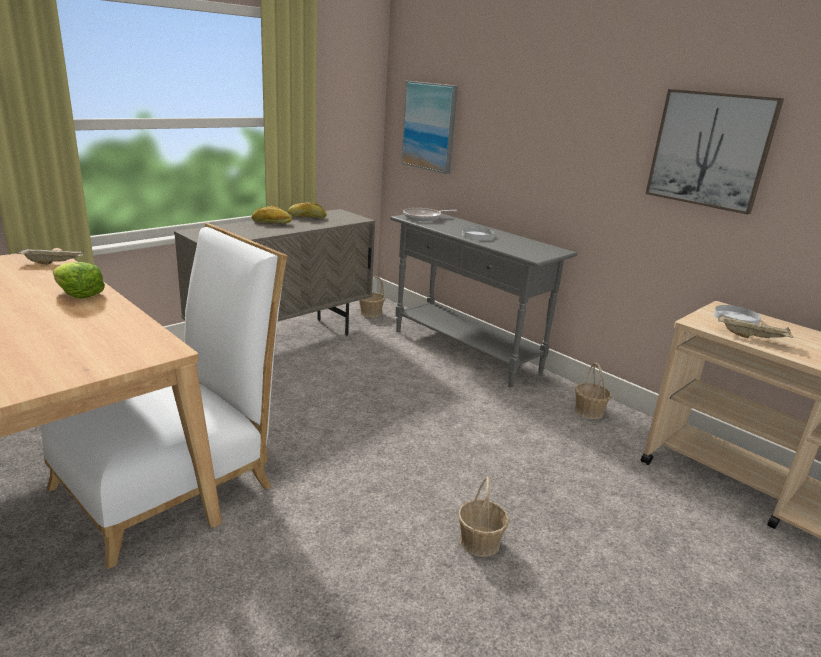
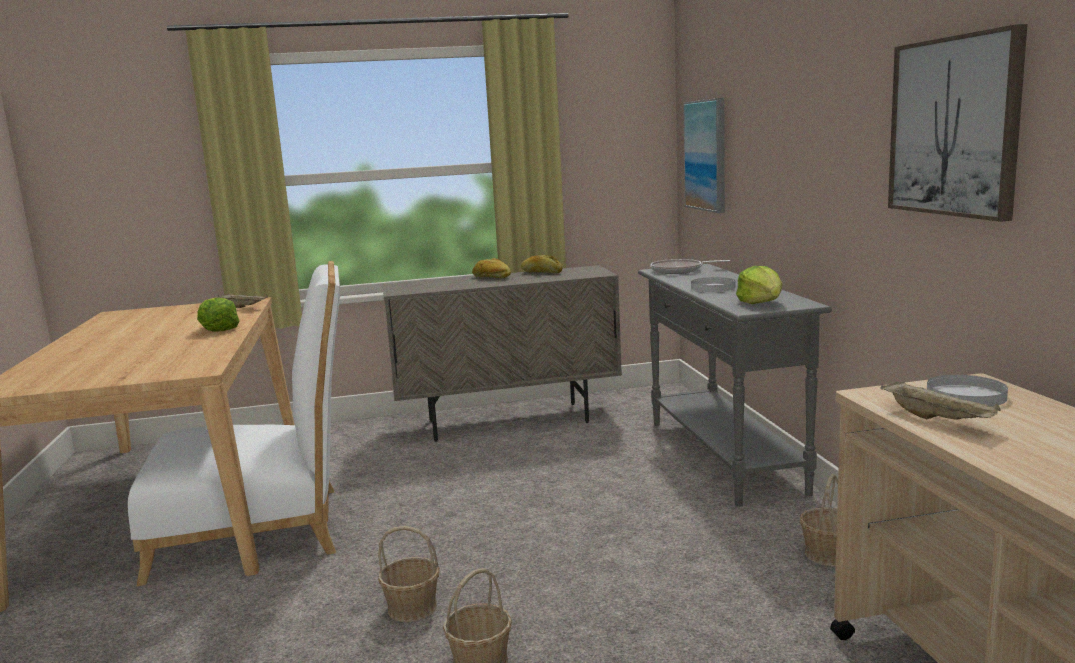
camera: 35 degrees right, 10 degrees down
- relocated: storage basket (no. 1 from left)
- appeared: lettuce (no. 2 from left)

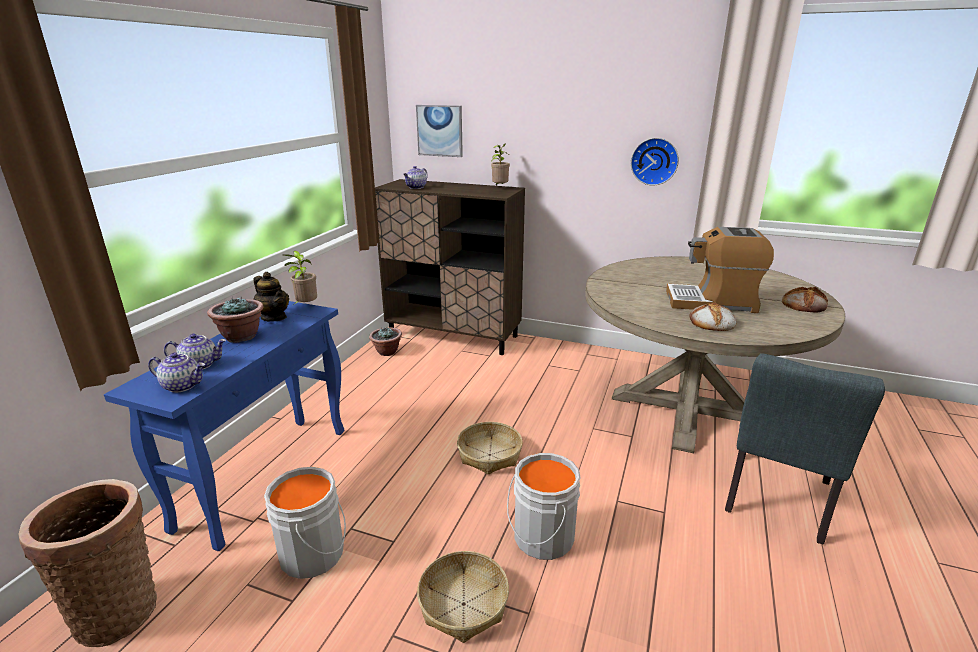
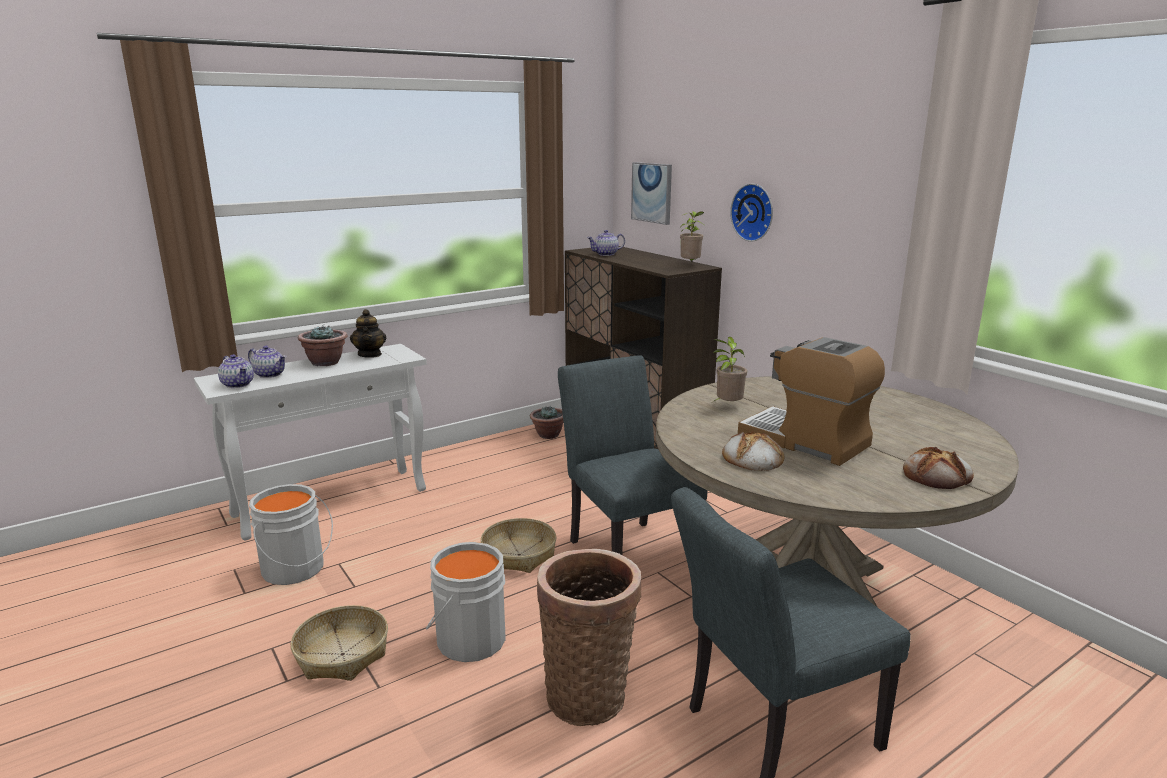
camera: 35 degrees right, 5 degrees down
- colour: narrow table in blue-coloured to narrow table in white
- relocated: storage basket (no. 1 from left in the first image) to storage basket (no. 3 from left)
- appeared: chair in gray (no. 1 from left)
- relocated: potted plant (no. 2 from left in the first image) to potted plant (no. 4 from left)
- relocated: wall clock

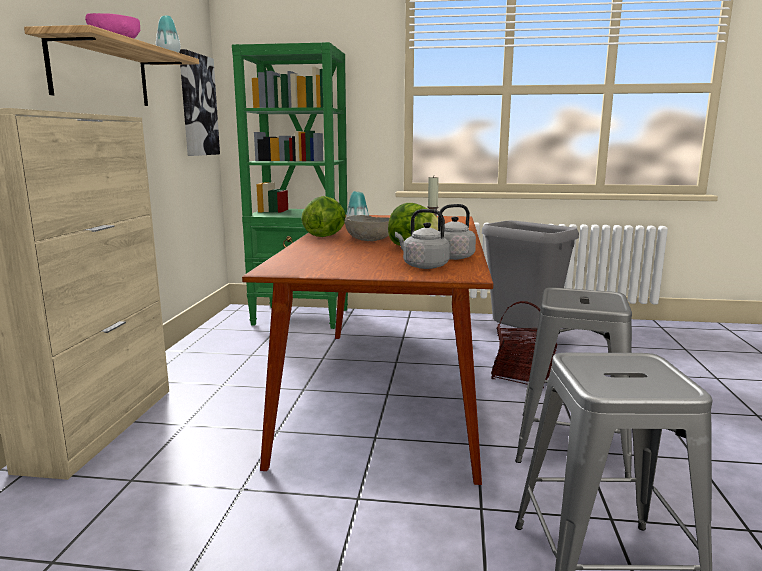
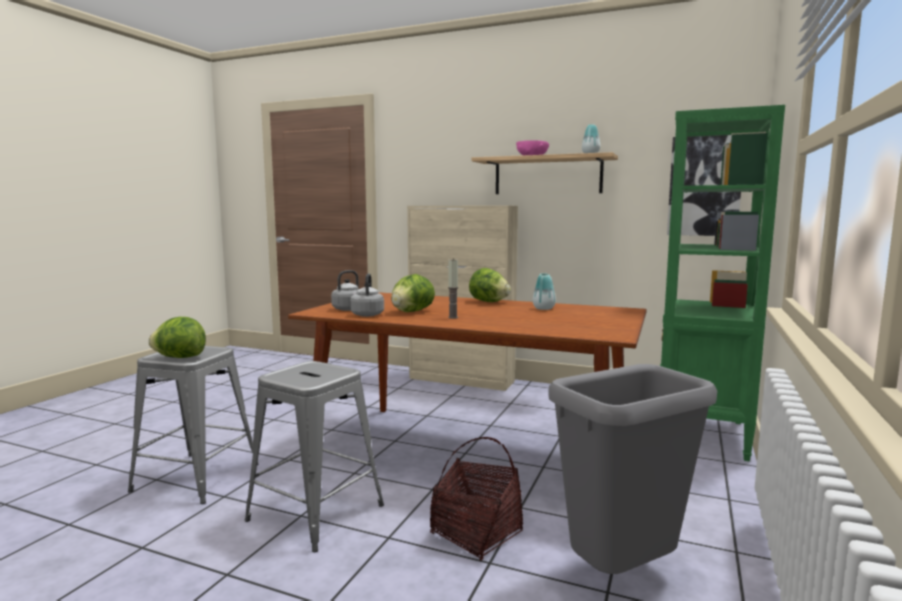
camera: 105 degrees right, 5 degrees down
- appeared: lettuce (no. 1 from left)
- missing: serving bowl in gray

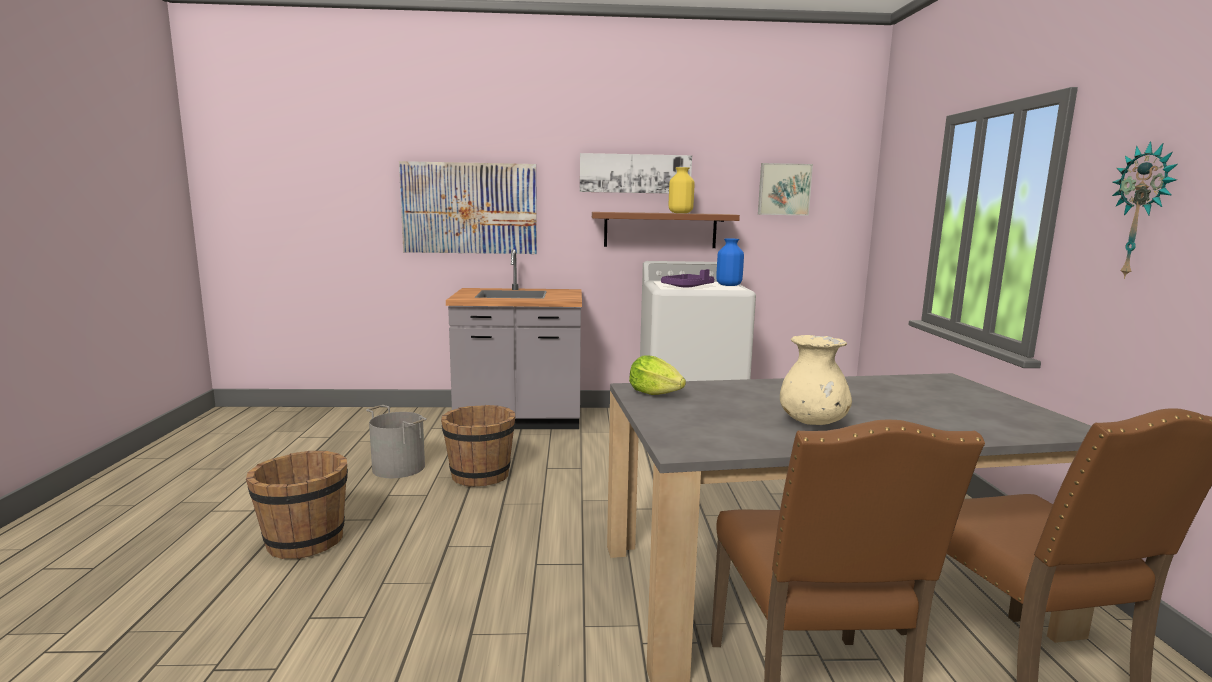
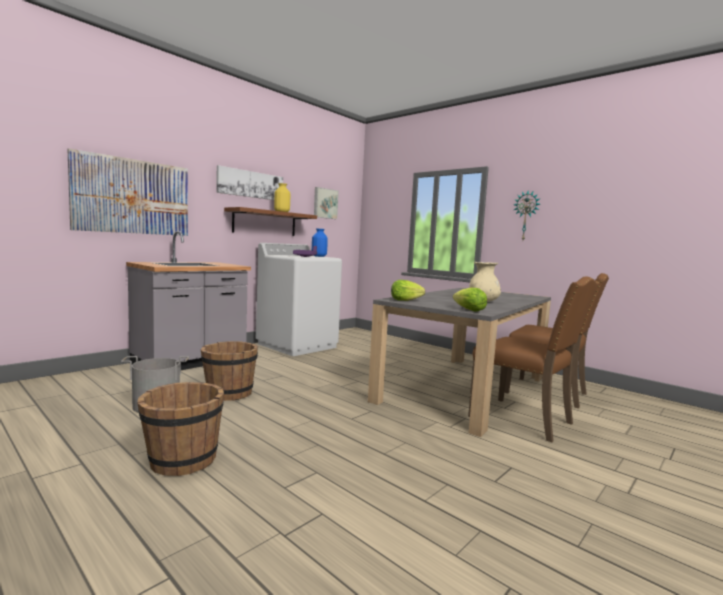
camera: 45 degrees left, 5 degrees down
- appeared: lettuce (no. 2 from left)

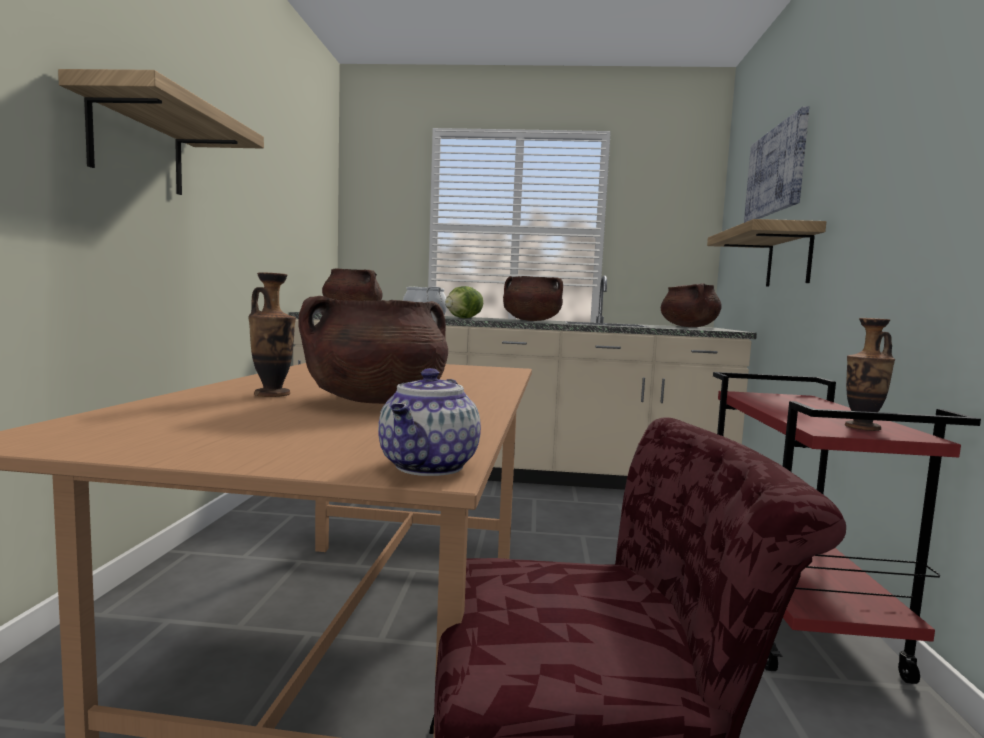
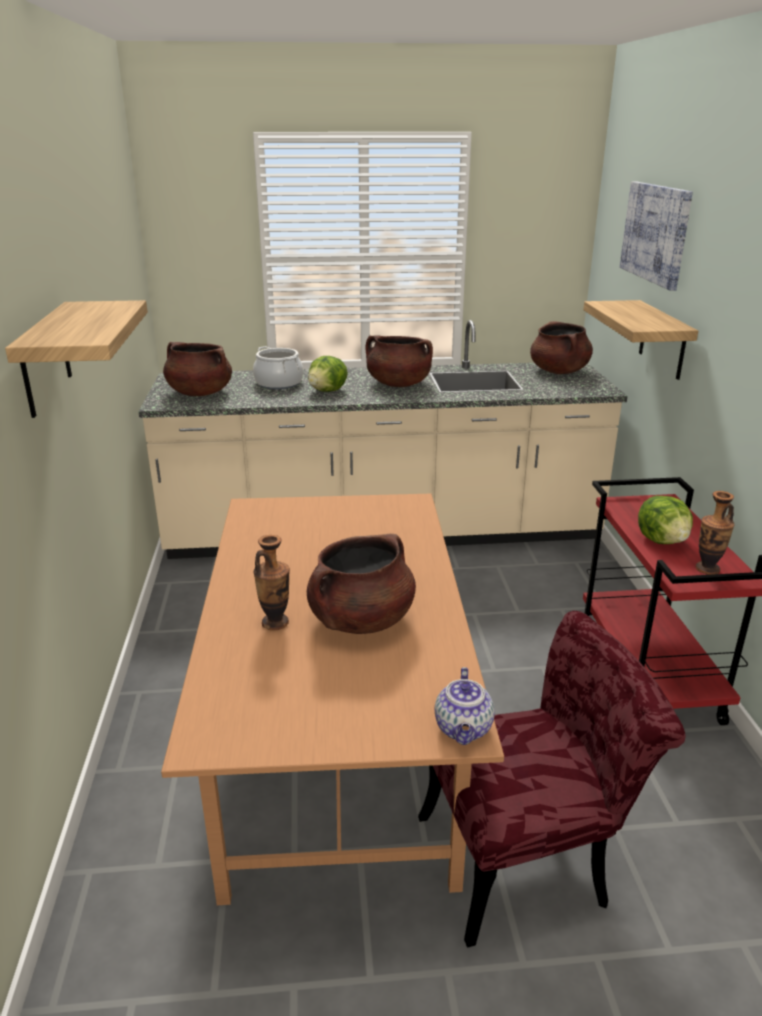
camera: 10 degrees left, 20 degrees up
- appeared: lettuce (no. 2 from left)

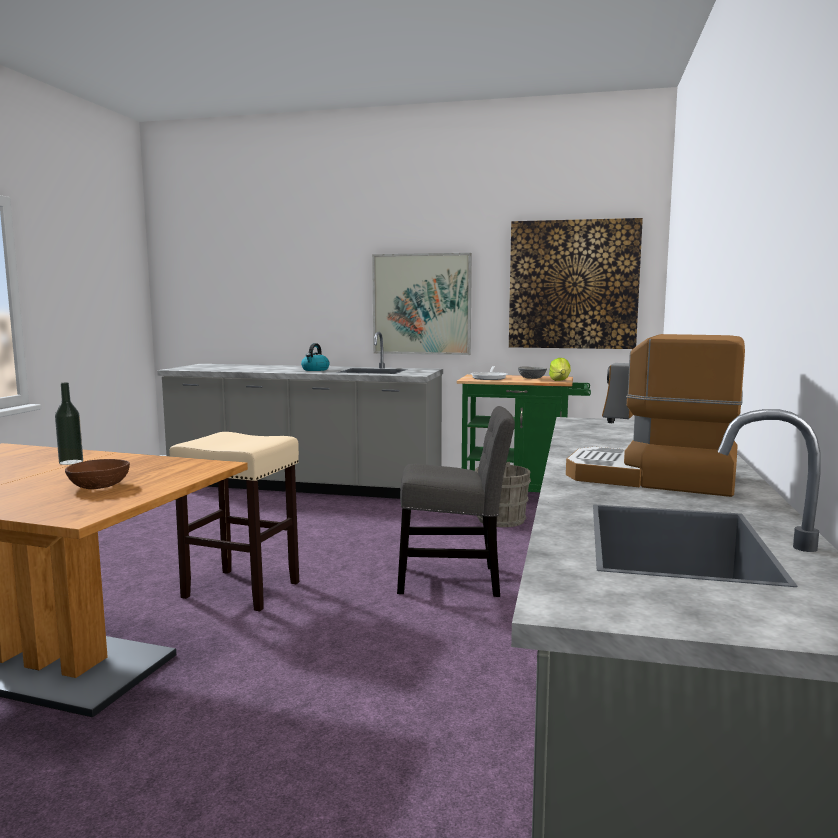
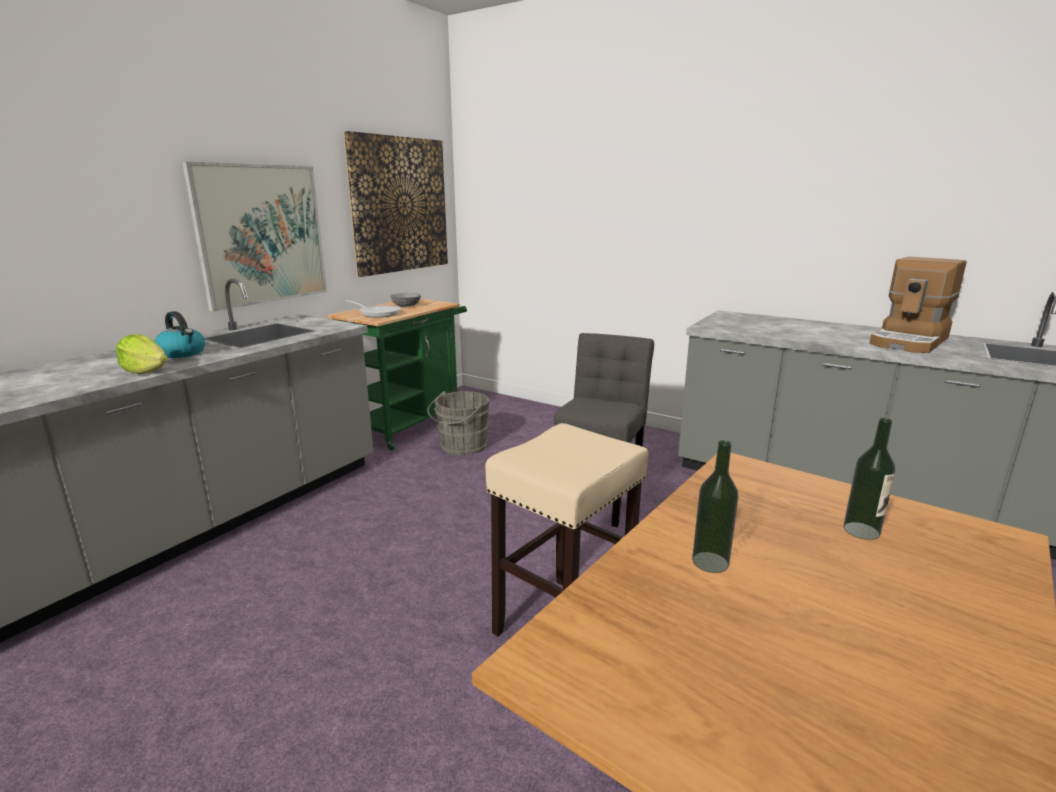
camera: 70 degrees left, 10 degrees up
- relocated: lettuce
- exchanged: serving bowl in brownish to bottle (no. 2 from left)

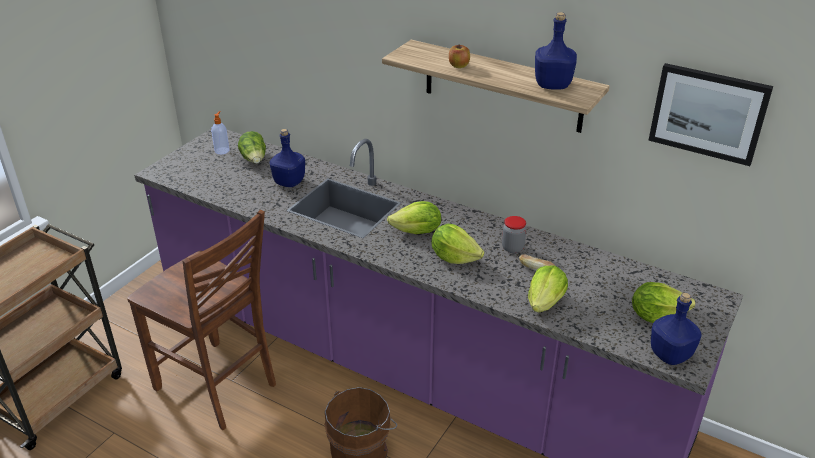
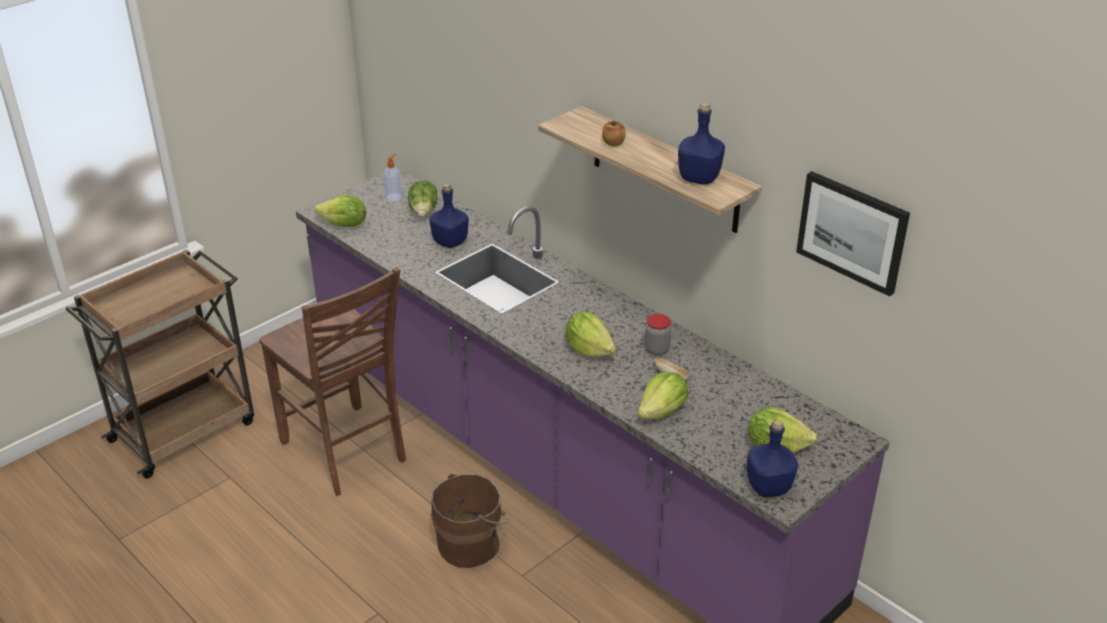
camera: 15 degrees right, 0 degrees up
- relocated: lettuce (no. 2 from left in the first image) to lettuce (no. 1 from left)

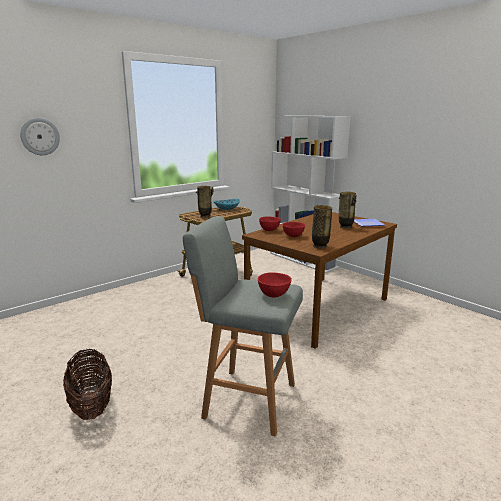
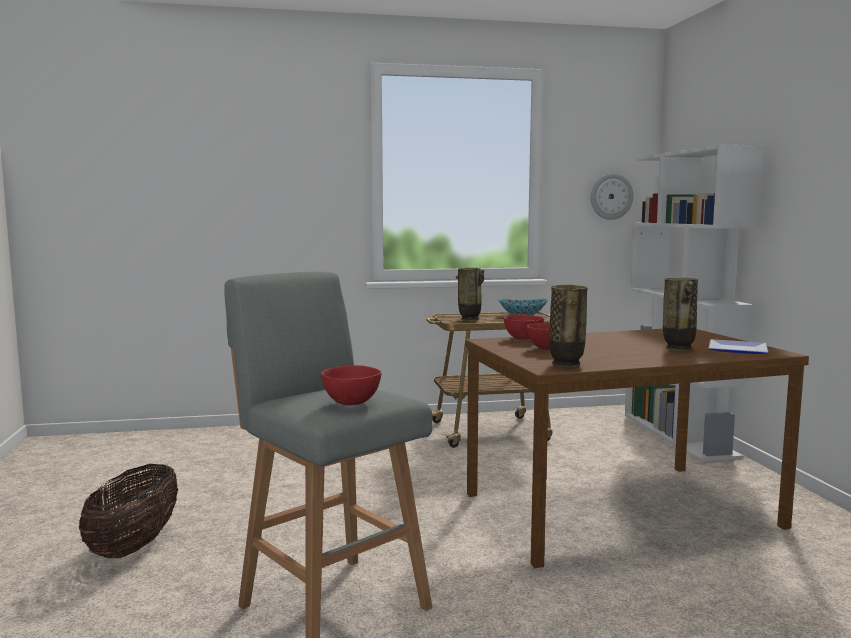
camera: 30 degrees right, 10 degrees down
- relocated: wall clock

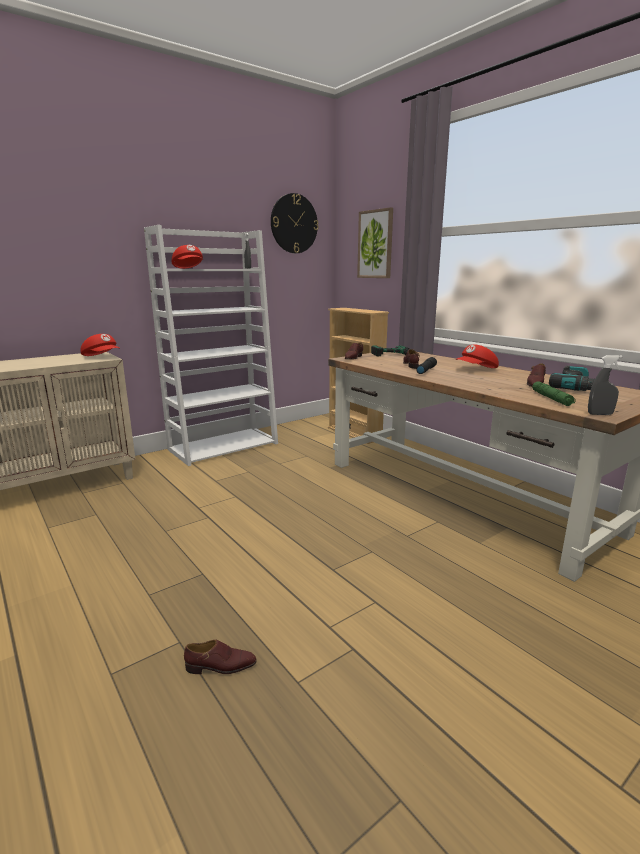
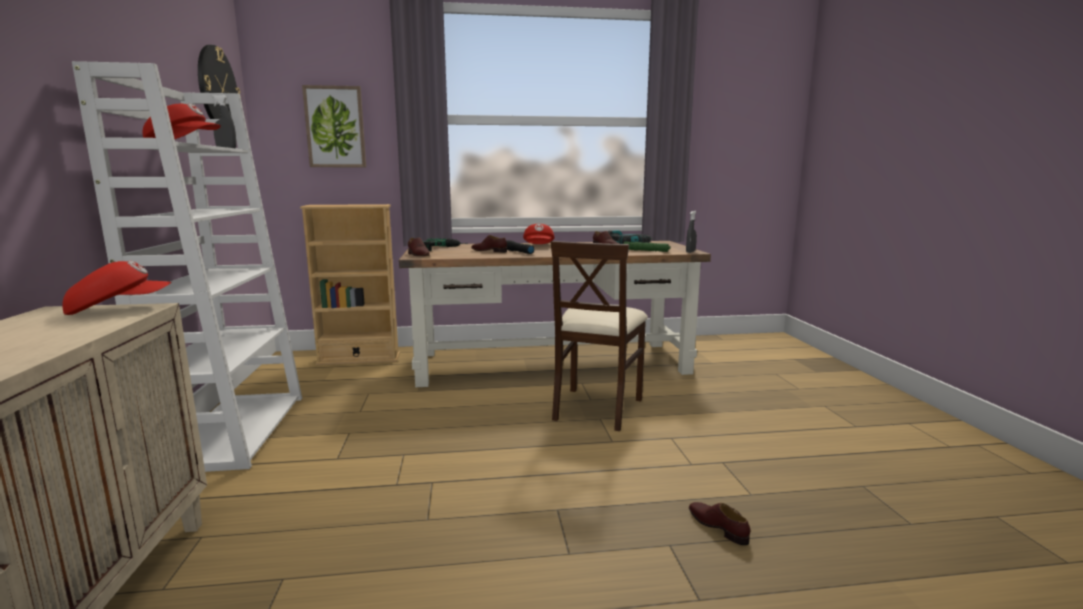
camera: 60 degrees left, 5 degrees down
- appeared: chair in beige
- spun: low shoe in brownish (no. 1 from left in the first image) 60 degrees counterclockwise

